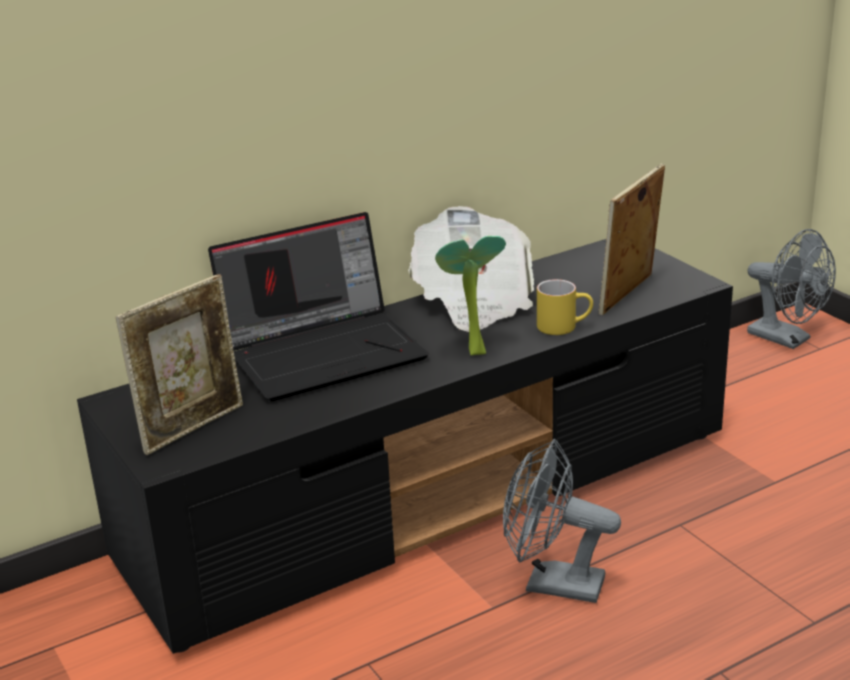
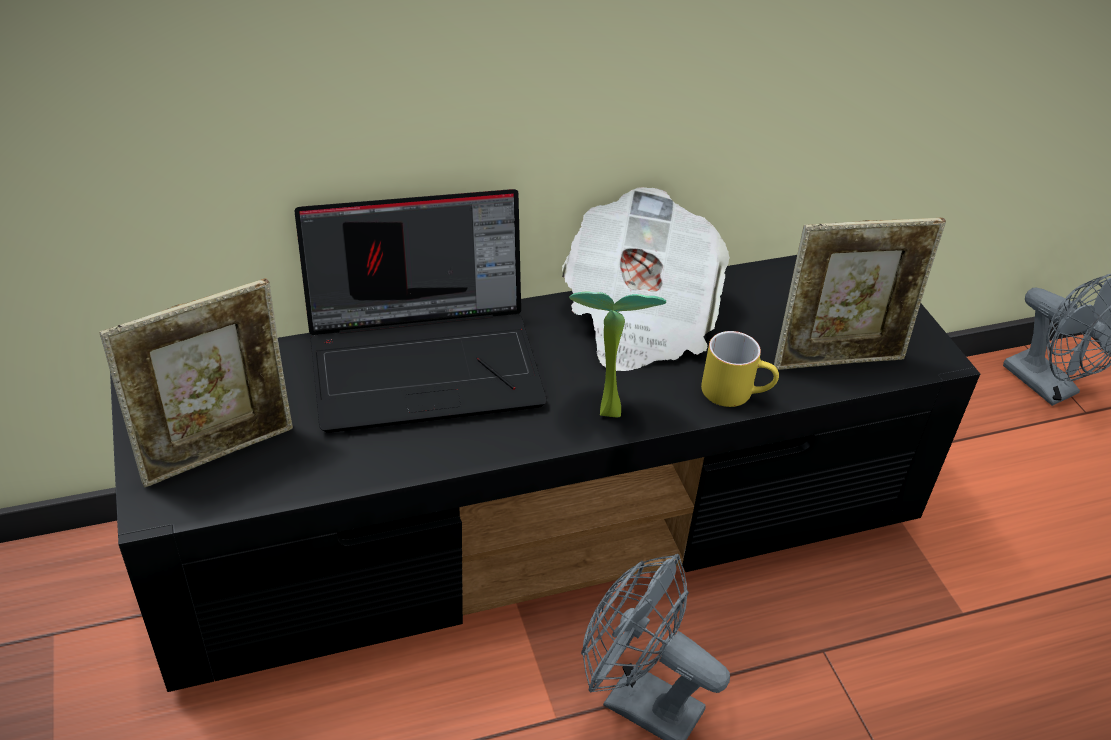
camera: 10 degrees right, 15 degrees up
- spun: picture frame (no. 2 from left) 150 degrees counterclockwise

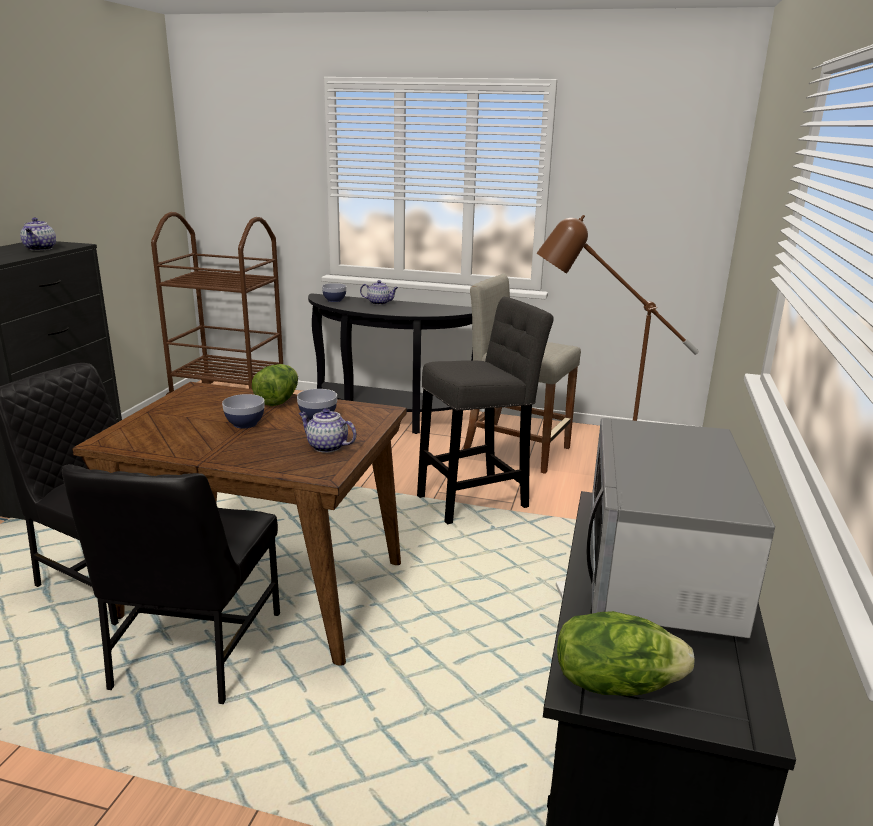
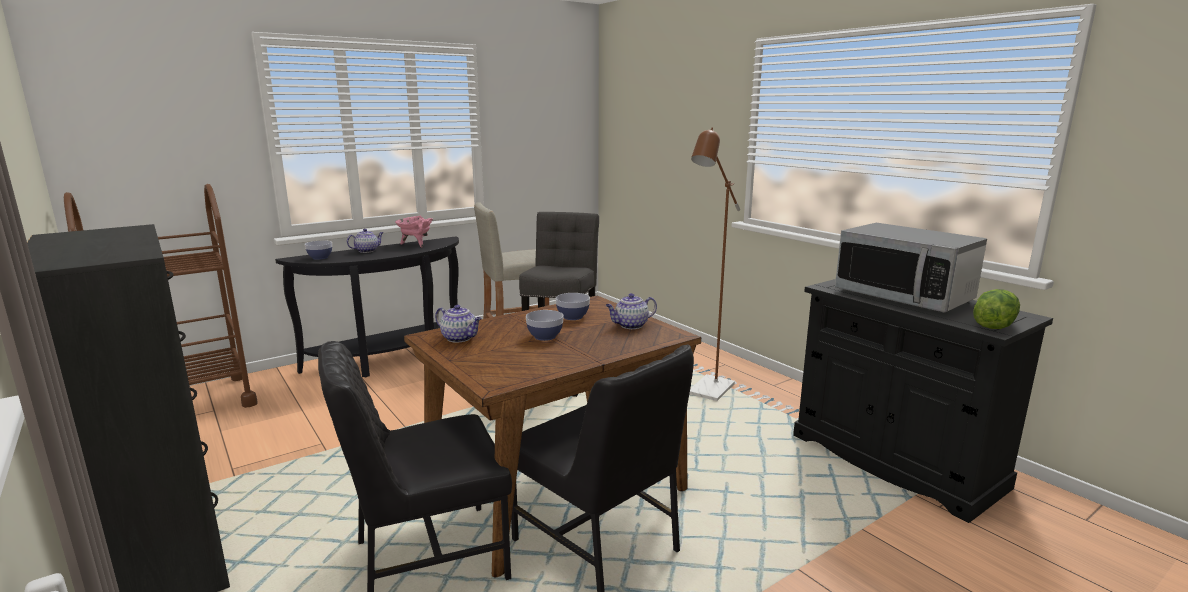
camera: 50 degrees left, 5 degrees down
- appeared: stockpot in pink
- relocated: teapot (no. 1 from left in the first image) to teapot (no. 2 from left)
- missing: lettuce (no. 1 from left)

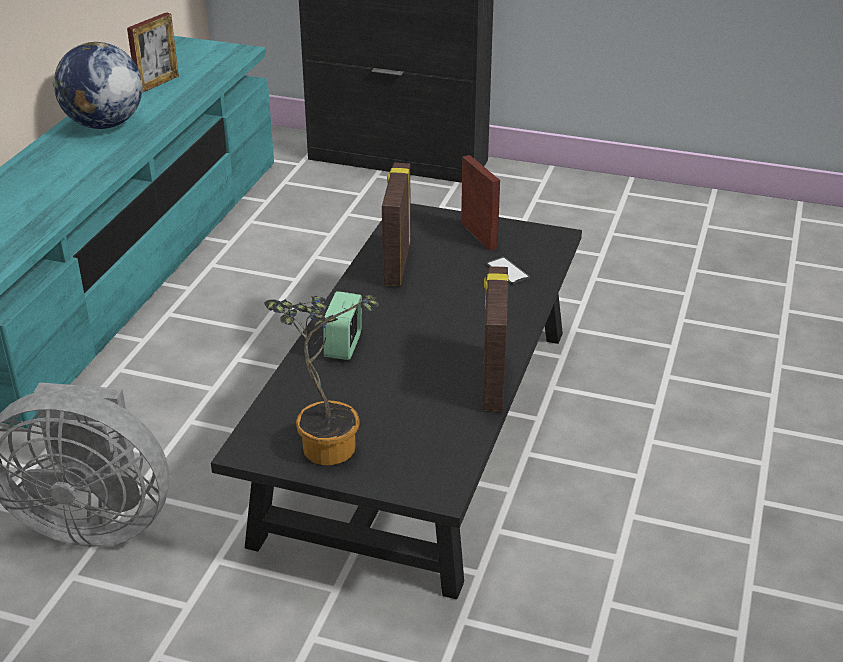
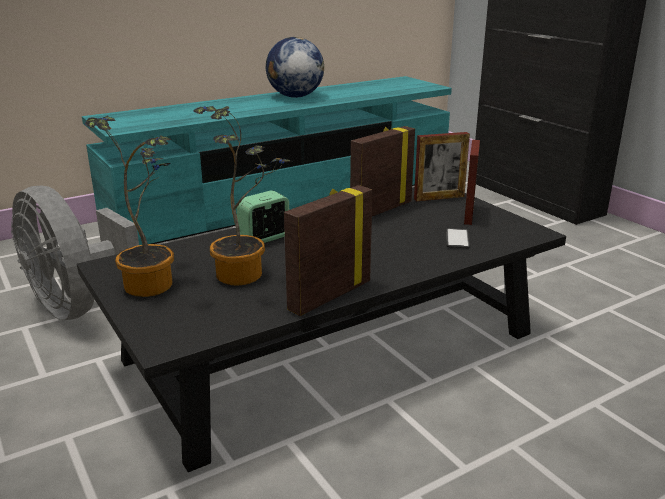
camera: 40 degrees right, 10 degrees down
- appeared: potted plant (no. 2 from left)
- relocated: picture frame (no. 1 from left in the first image) to picture frame (no. 3 from left)

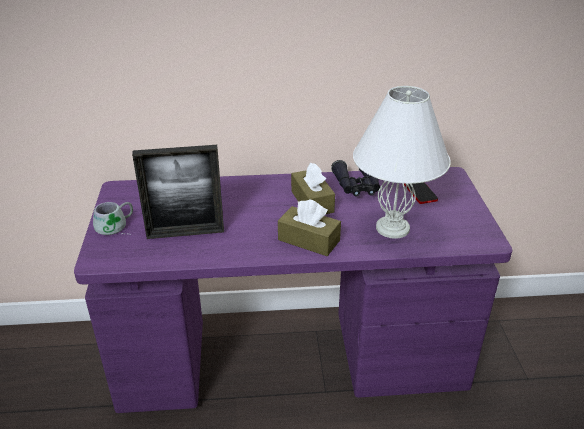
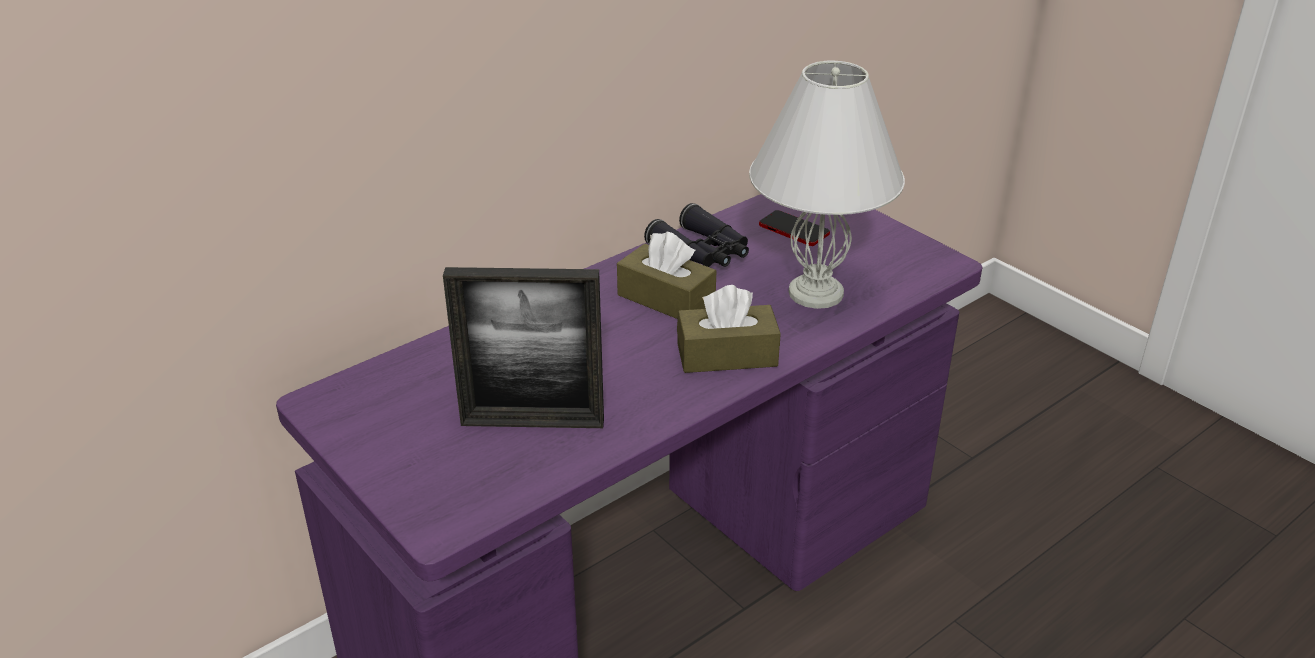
camera: 35 degrees left, 0 degrees up
- spun: picture frame 45 degrees clockwise
- missing: tea mug in gray

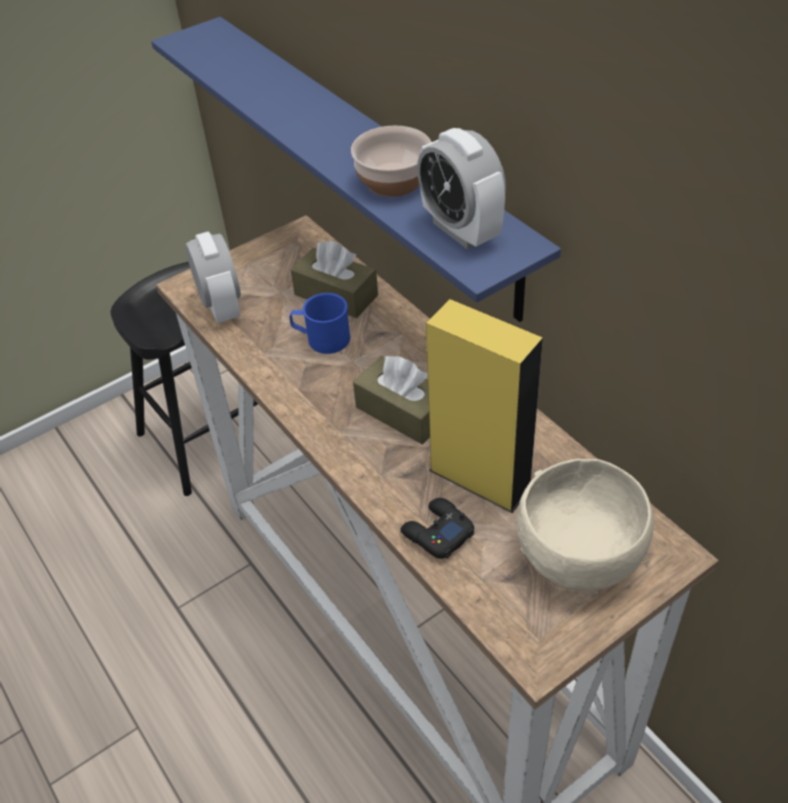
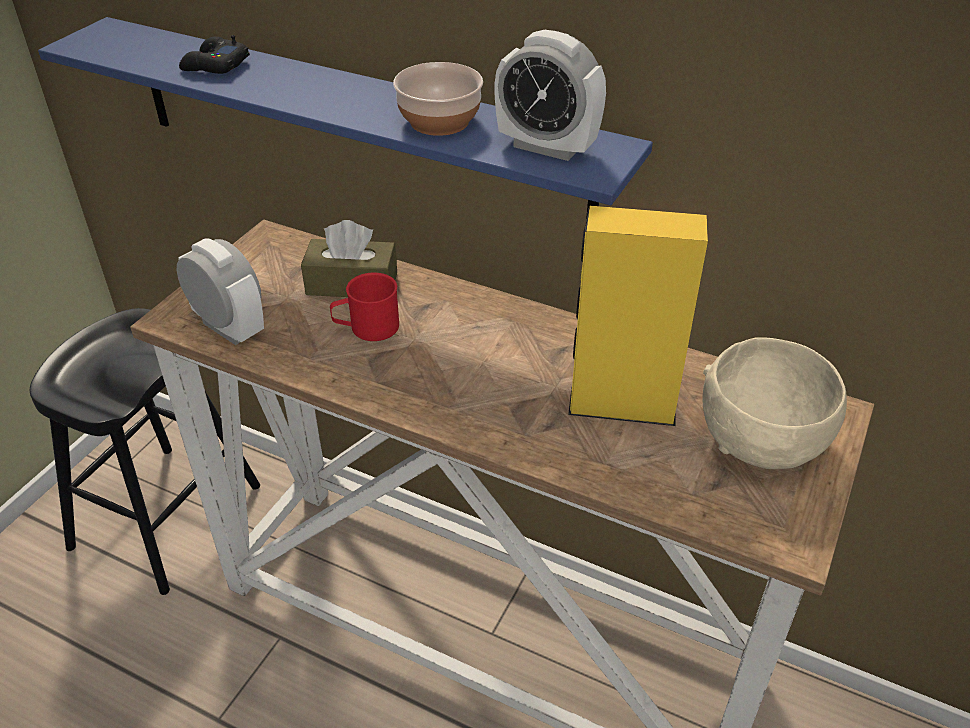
camera: 30 degrees left, 5 degrees down
- relocated: joypad in black
- colour: tea mug in blue-coloured to tea mug in red
- missing: box of tissues in brownish (no. 2 from left)

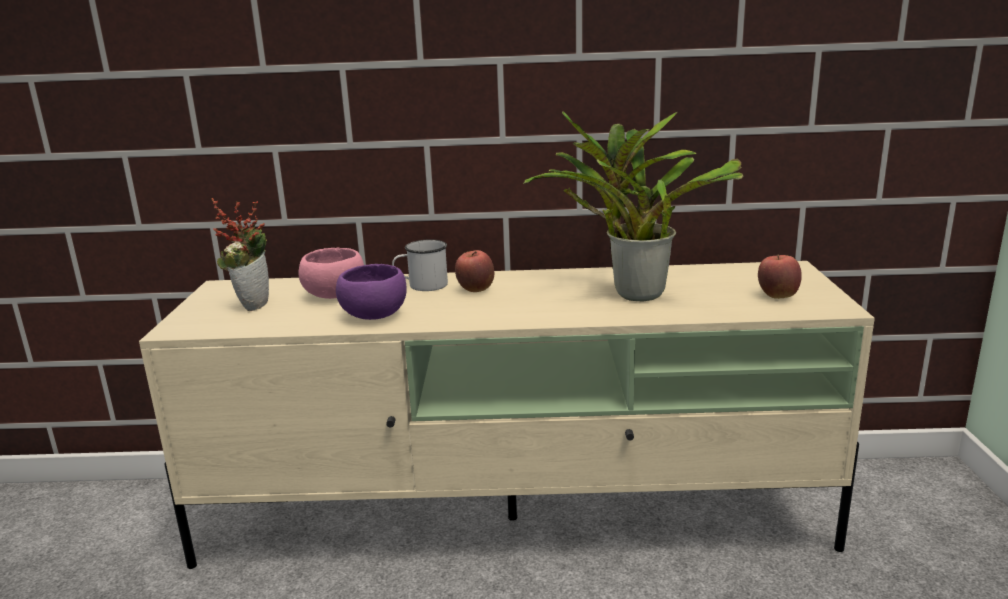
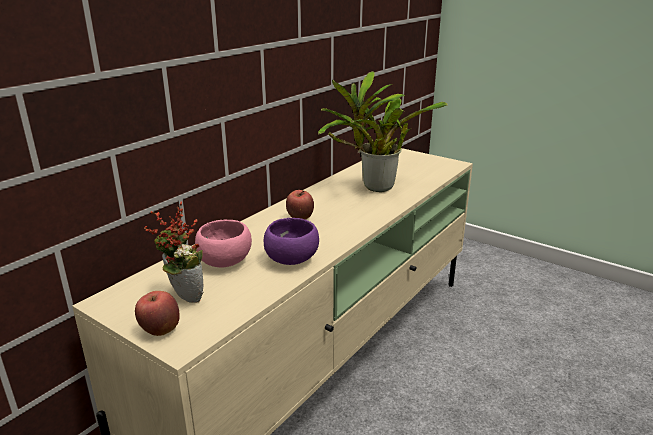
camera: 55 degrees left, 5 degrees up
- relocated: apple (no. 2 from left in the first image) to apple (no. 1 from left)
- missing: tea mug in white

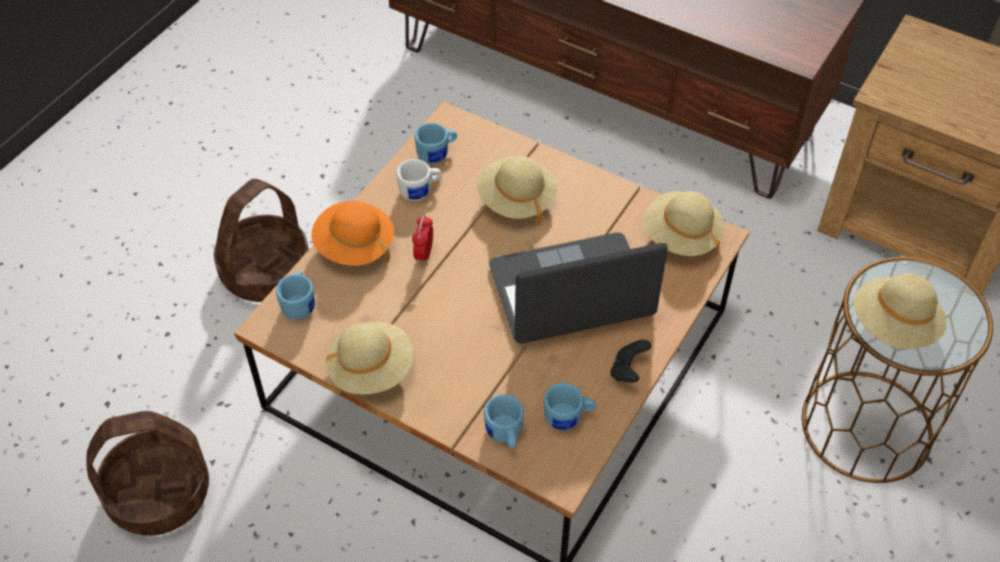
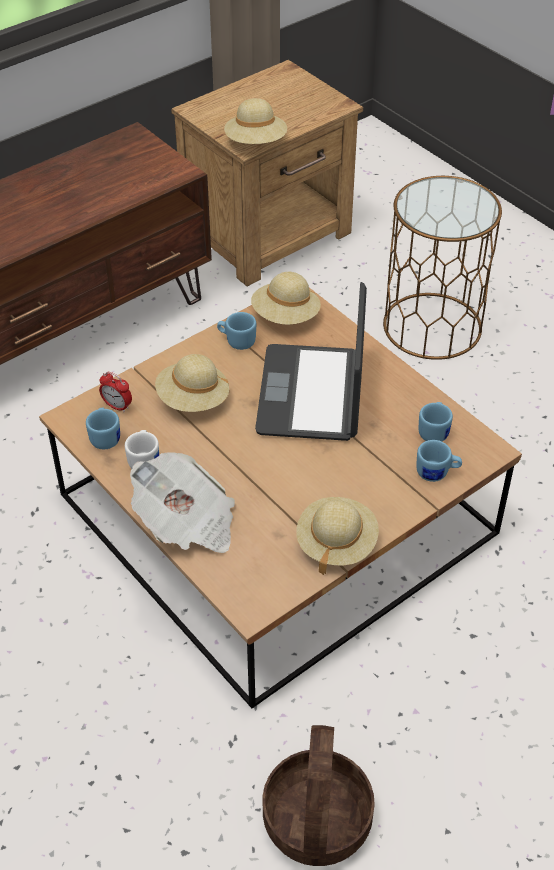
camera: 70 degrees left, 5 degrees down
- relocated: alarm clock
- exchanged: clothing hat in orange-coloured to newspaper
- relocated: tea mug in blue-coloured (no. 1 from left in the first image) to tea mug in blue-coloured (no. 2 from left)
- relocated: clothing hat in beige (no. 4 from left in the first image) to clothing hat in beige (no. 2 from left)
- missing: storage basket (no. 2 from left)
- missing: joypad in black

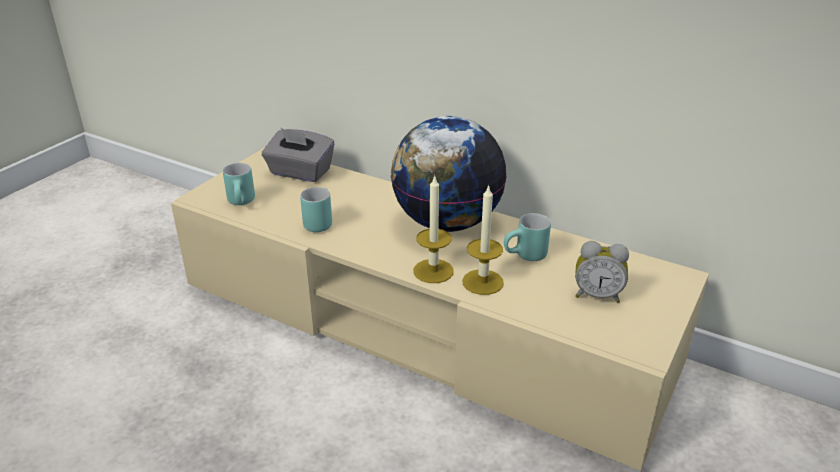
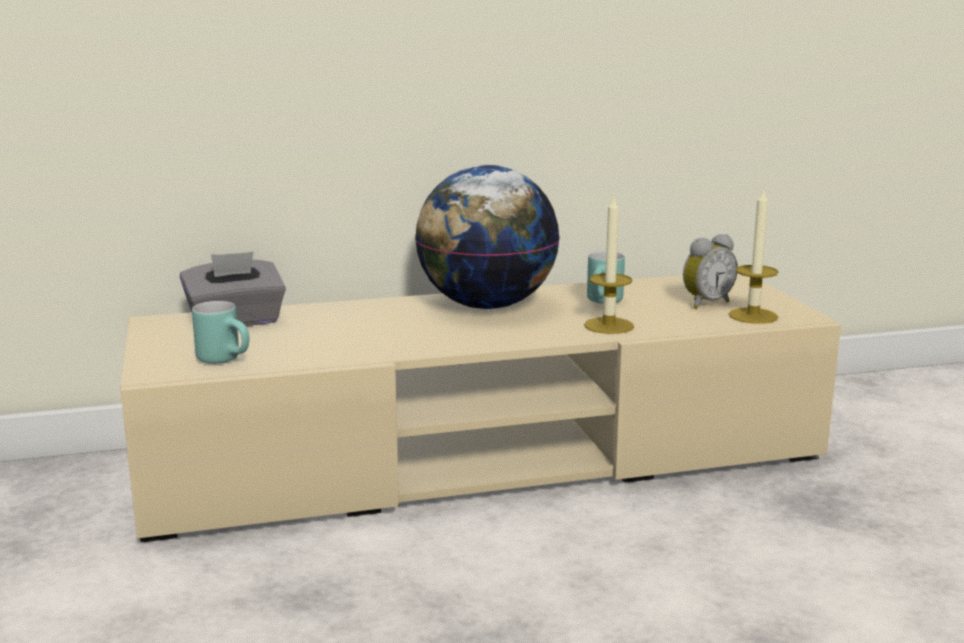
camera: 45 degrees left, 15 degrees down
- relocated: candle (no. 1 from left in the first image) to candle (no. 2 from left)
- missing: tea mug in turquoise (no. 2 from left)

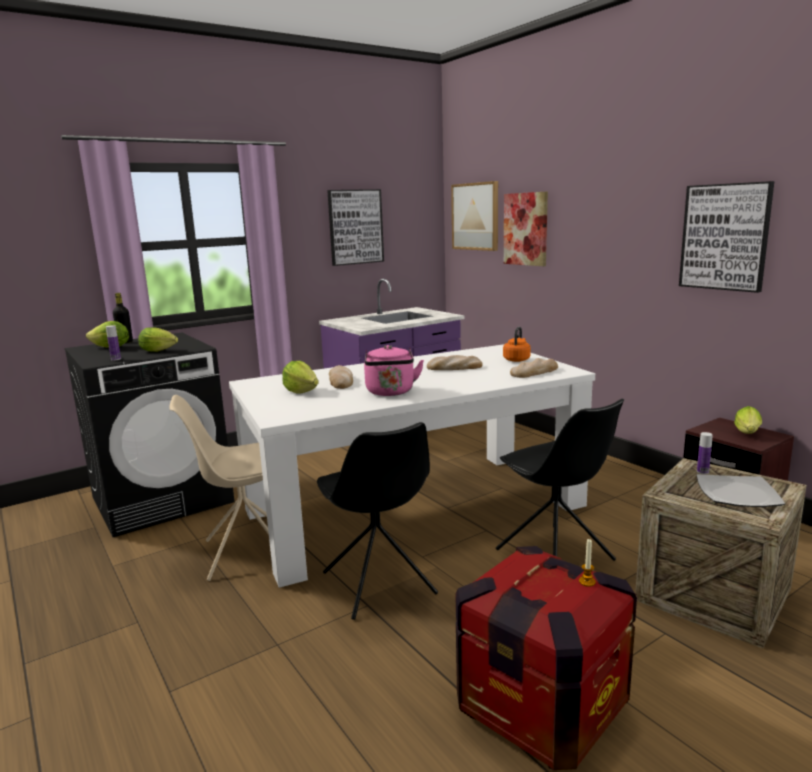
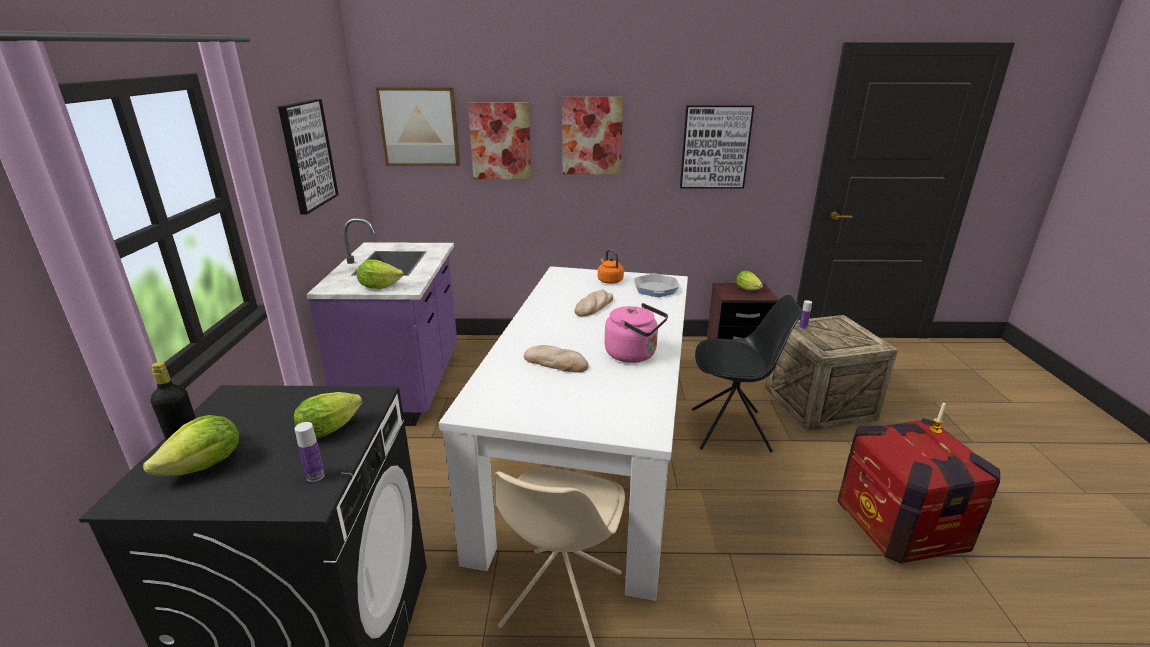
camera: 55 degrees left, 10 degrees up
- relocated: lettuce (no. 3 from left)
- appeared: picture (no. 4 from left)
- exchanged: baked bread (no. 3 from left) to pan
- missing: chair in black (no. 1 from left)
- missing: flat dish

